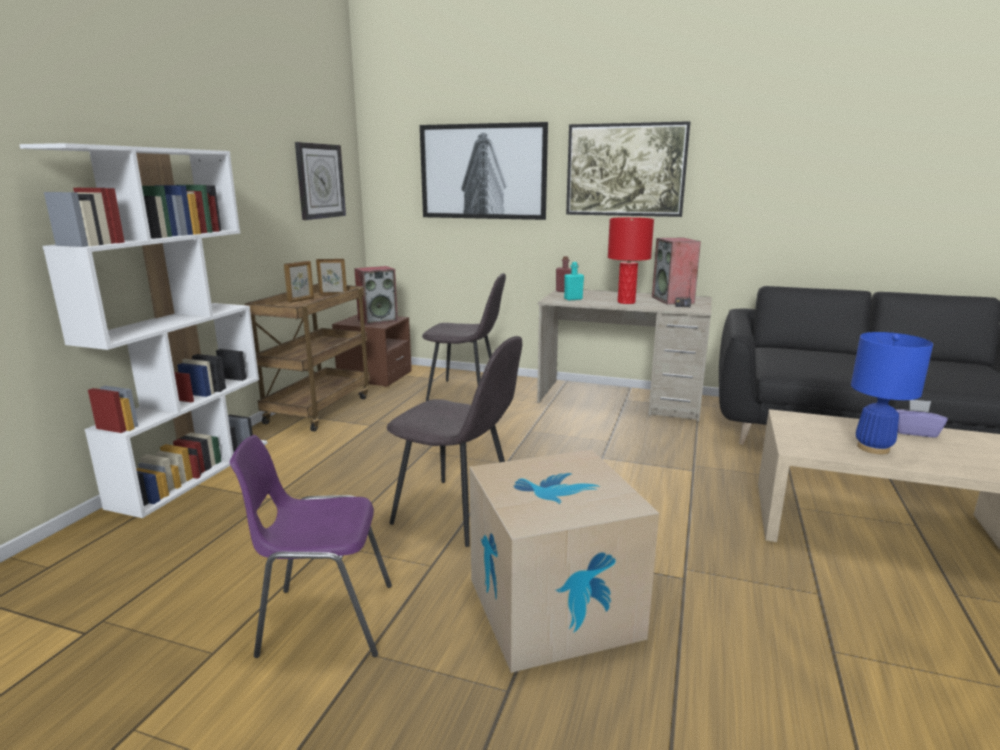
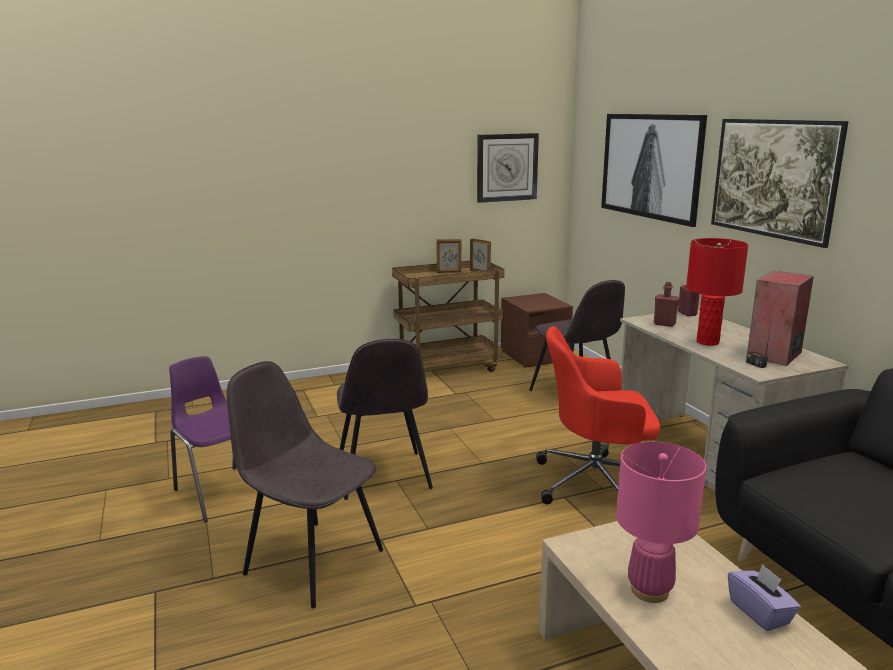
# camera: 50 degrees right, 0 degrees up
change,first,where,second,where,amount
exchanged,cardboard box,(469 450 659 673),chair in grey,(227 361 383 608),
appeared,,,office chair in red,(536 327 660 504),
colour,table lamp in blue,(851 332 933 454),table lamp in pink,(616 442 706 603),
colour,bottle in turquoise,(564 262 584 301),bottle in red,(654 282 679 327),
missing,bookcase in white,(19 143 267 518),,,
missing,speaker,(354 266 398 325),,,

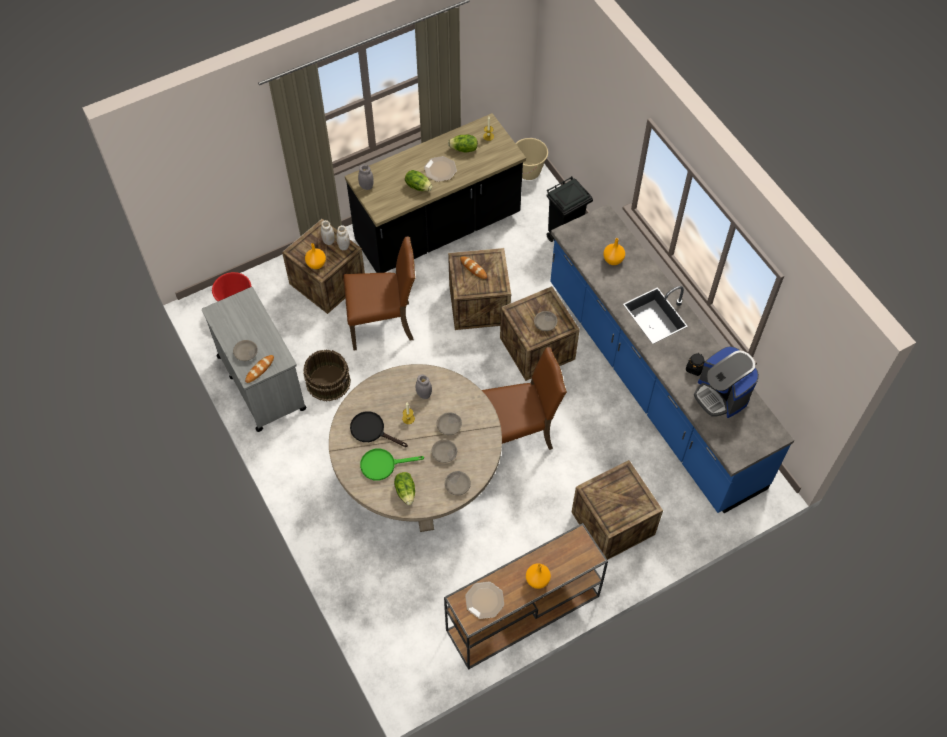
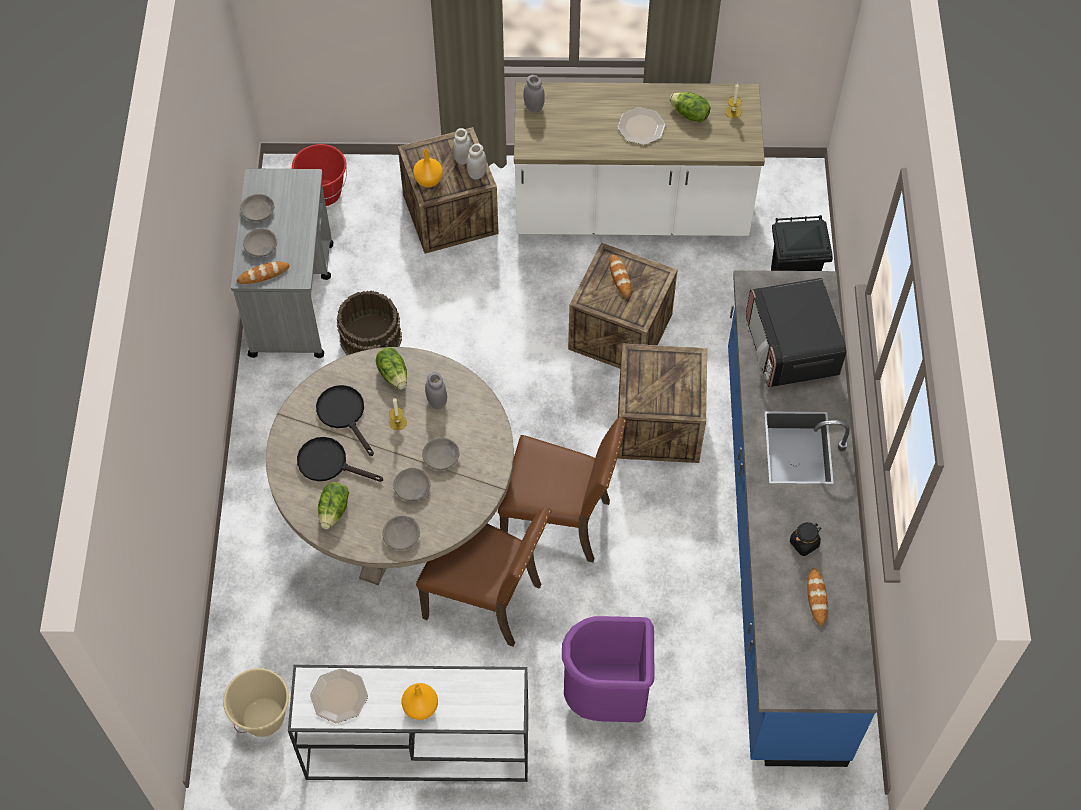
# camera: 30 degrees right, 0 degrees up
change,first,where,second,where,amount
relocated,bucket in beige,(515 138 548 180),,(223 668 289 737),
relocated,bowl in grey,(534 311 557 331),,(240 194 274 222),
colour,console table in brown,(444 523 608 670),console table in white,(288 665 528 782),
colour,frying pan in green,(360 449 424 480),frying pan in black,(297 437 383 482),
relocated,lettuce,(405 170 432 191),,(376 347 407 389),
relocated,chair in brown,(343 237 415 350),,(416 507 552 647),
colour,counter in black,(345 113 526 273),counter in white,(514 82 765 236),
exchanged,crate,(572 460 663 560),trash can in purple,(562 616 654 722),
exchanged,vase in orange,(603 238 625 265),microwave,(746 278 846 387),
exchanged,coffee machine,(694 346 759 418),bread,(807 568 828 625),

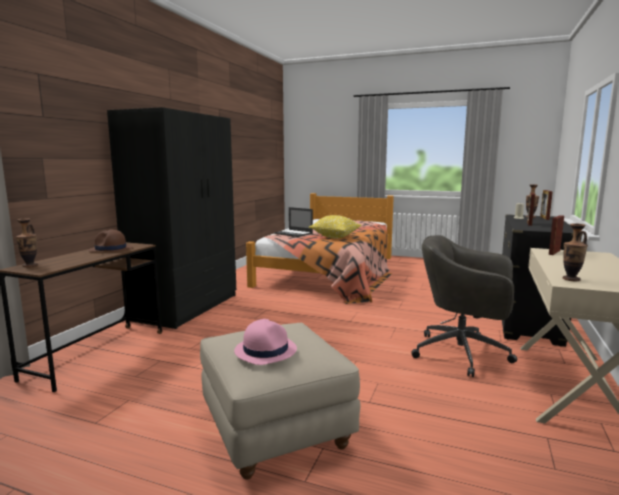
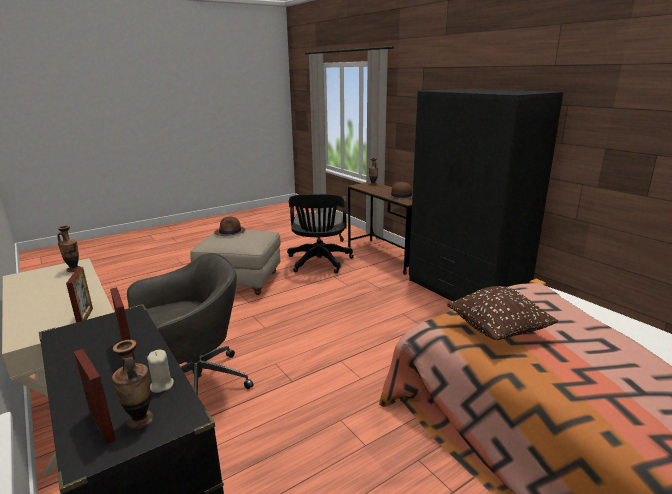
# camera: 125 degrees right, 10 degrees up
change,first,where,second,where,amount
colour,hat in pink,(234 319 297 365),hat in brown,(214 217 245 236),
appeared,,,office chair in black,(287 194 354 274),
colour,pillow in yellow,(309 215 361 238),pillow in brown,(447 286 558 340),
missing,laptop,(274 207 313 237),,,

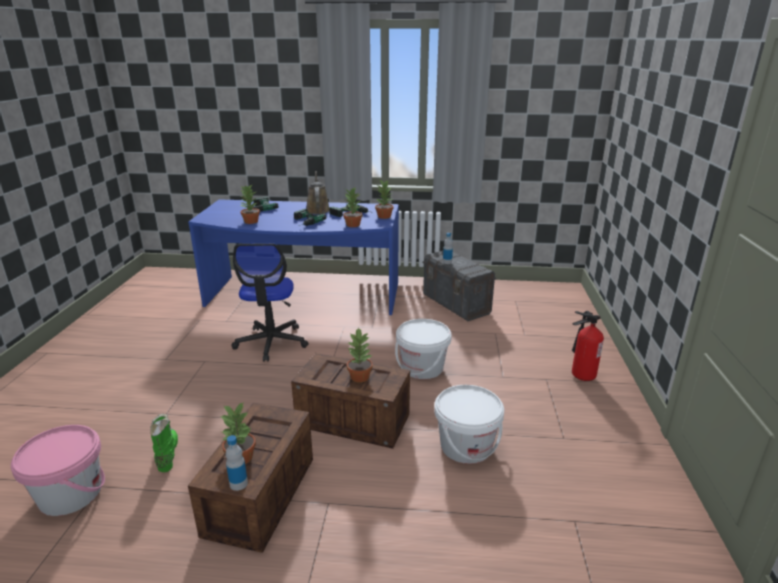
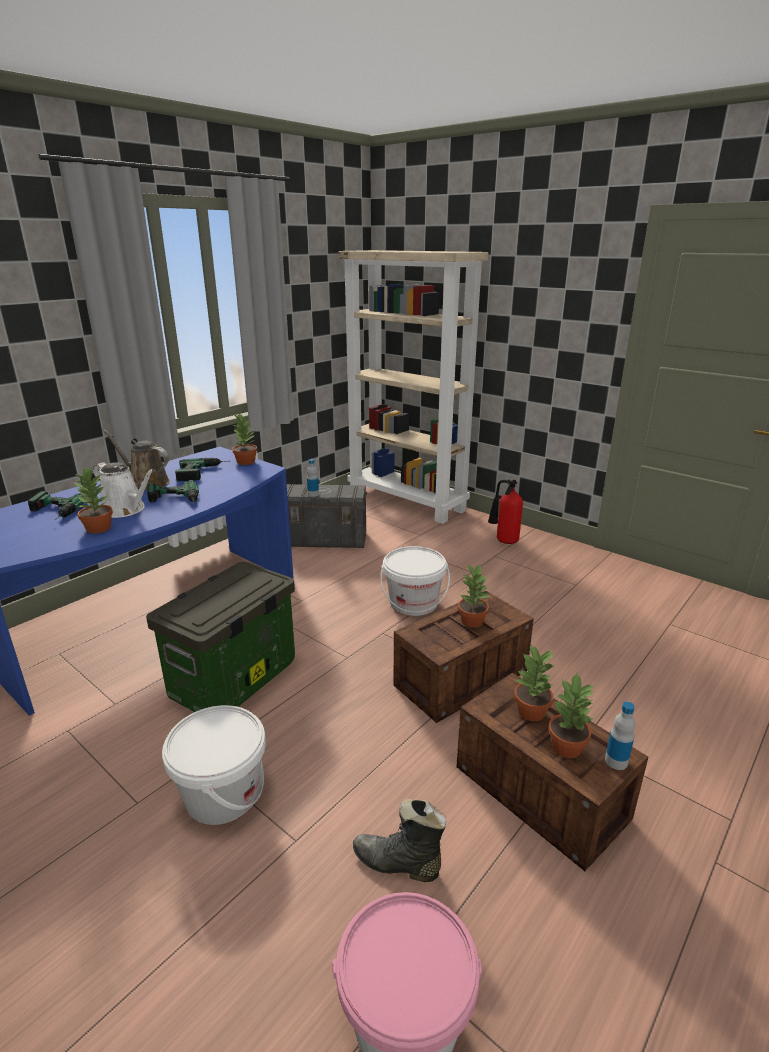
# camera: 55 degrees left, 0 degrees up
change,first,where,second,where,amount
appeared,,,watering can in white,(93 462 155 518),
exchanged,office chair,(232 243 308 362),storage box,(146 562 295 712),
relocated,bucket in white,(434 385 504 464),,(162 705 266 825),
appeared,,,bookcase in beige,(338 250 489 524),
colour,boot in green,(150 414 178 472),boot in black,(353 799 446 882),
relocated,potted plant,(343 188 362 227),,(514 645 555 721),

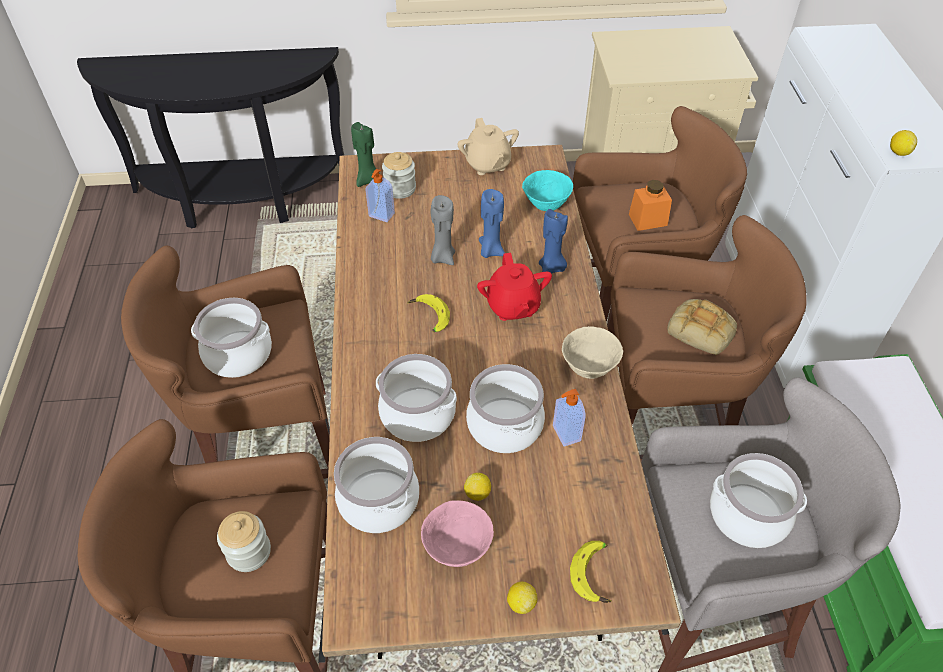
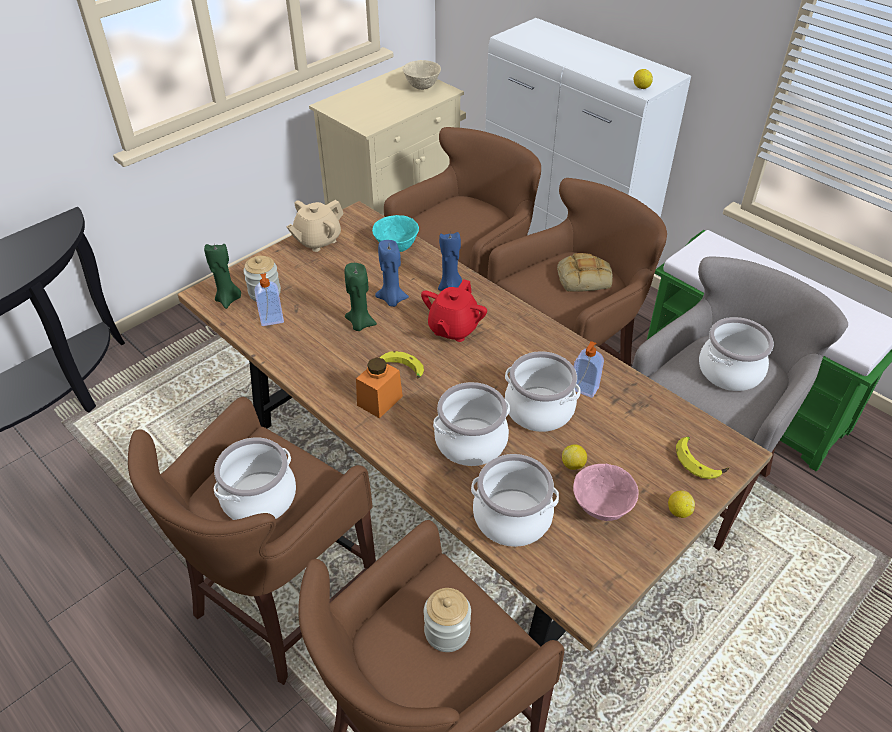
# camera: 40 degrees left, 5 degrees down
change,first,where,second,where,amount
spun,teapot in beige,(457 118 519 175),,(286 200 344 252),105 degrees clockwise
colour,candle in grey,(431 195 455 265),candle in green,(345 263 377 331),
relocated,jar in orange,(629 180 672 231),,(356 358 403 418),
relocated,bowl in beige,(562 326 623 379),,(402 60 441 90),
spun,teapot in red,(477 253 552 321),,(421 279 487 342),75 degrees clockwise

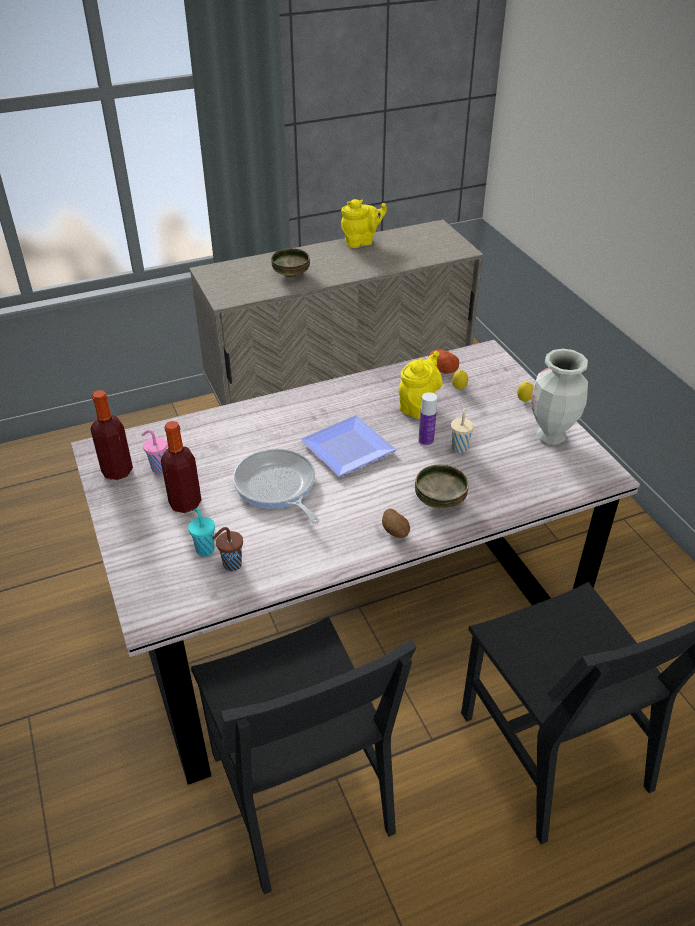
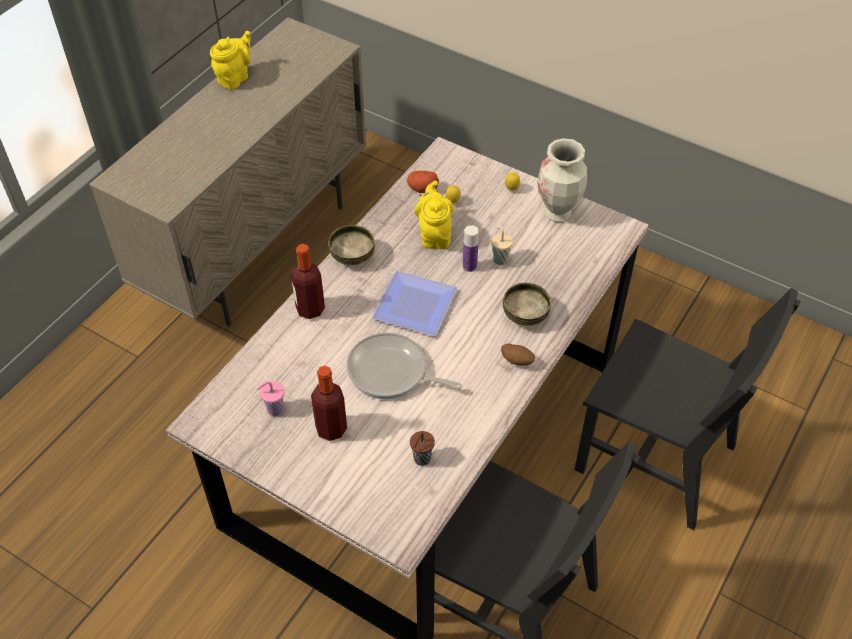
# camera: 35 degrees left, 10 degrees up
change,first,where,second,where,amount
relocated,bottle,(90 390 133 480),,(291 244 325 319),
relocated,bowl,(271 248 310 277),,(329 225 375 265),
missing,cup in turquoise,(188 508 215 556),,,

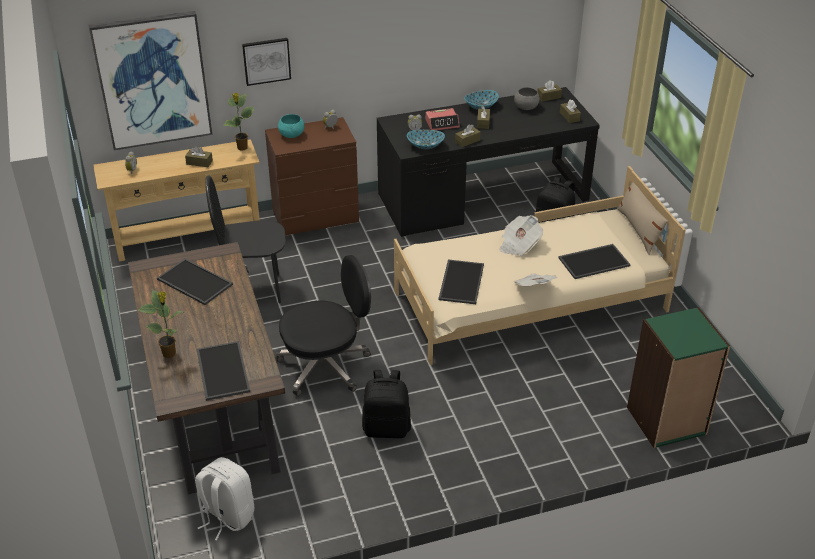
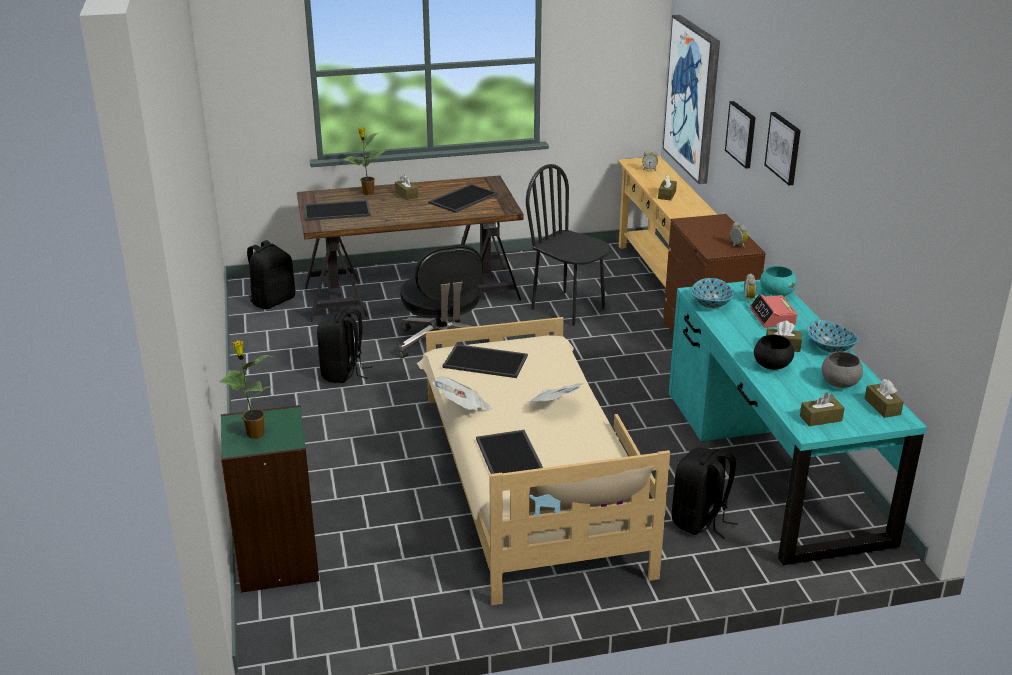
# camera: 95 degrees right, 10 degrees down
change,first,where,second,where,amount
relocated,potted plant,(223 93 254 150),,(219 340 272 439),
colour,backpack in white,(195 457 254 541),backpack in black,(247 240 295 309),
relocated,tissue box in brown,(455 124 481 147),,(395 174 418 200),
spun,chair in black,(205 175 286 303),,(526 164 611 326),45 degrees counterclockwise
colour,desk in black,(377 87 600 237),desk in turquoise,(669 280 927 565),
appeared,,,bowl in black,(754 335 794 370),
relocated,bowl in turquoise,(278 114 305 138),,(760 266 797 296),
appeared,,,picture,(764 112 801 185),

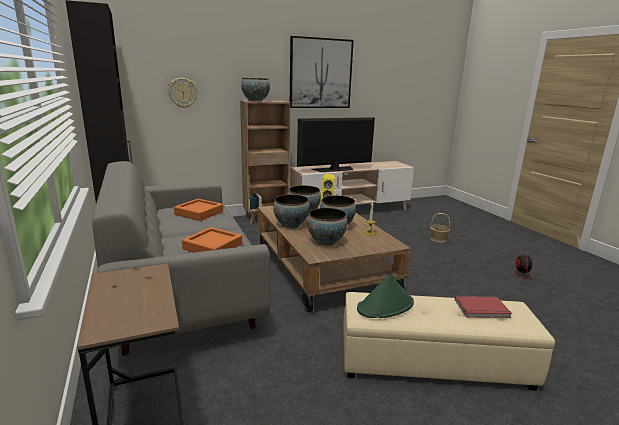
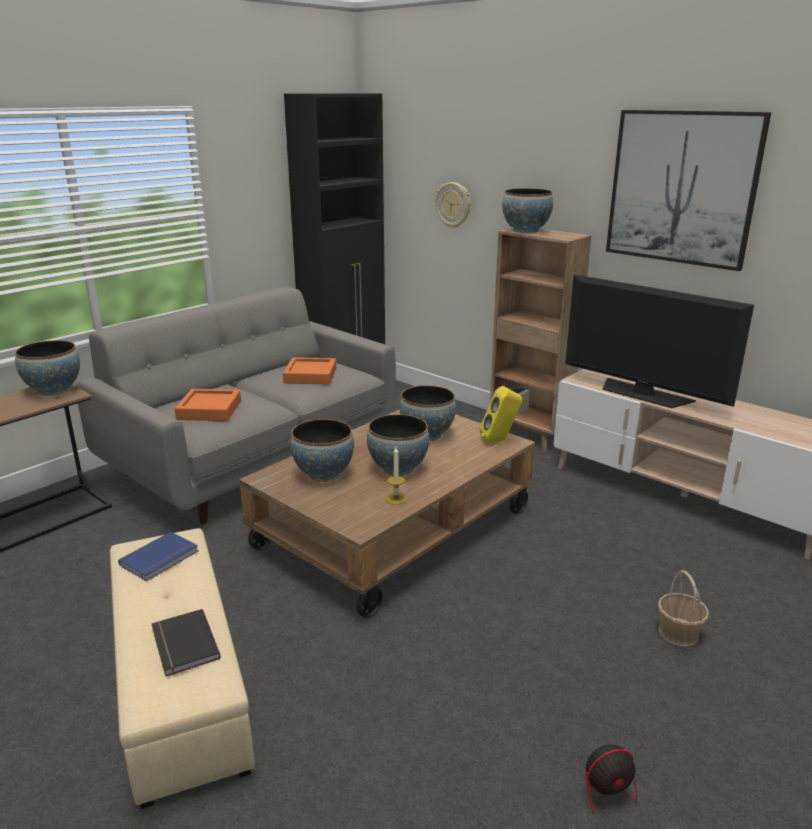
# camera: 65 degrees right, 5 degrees up
change,first,where,second,where,amount
relocated,bowl,(273 194 309 229),,(15 340 80 396),
exchanged,hat in green,(357 273 414 318),book in blue,(118 532 199 581),
colour,book in red,(455 296 512 318),book in black,(152 609 221 676),

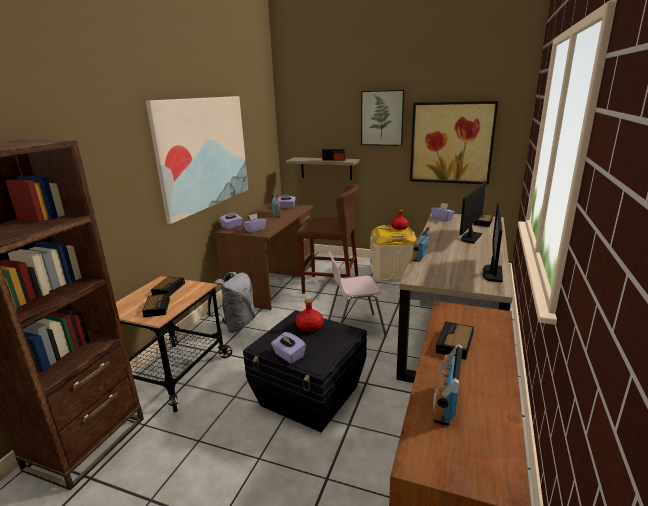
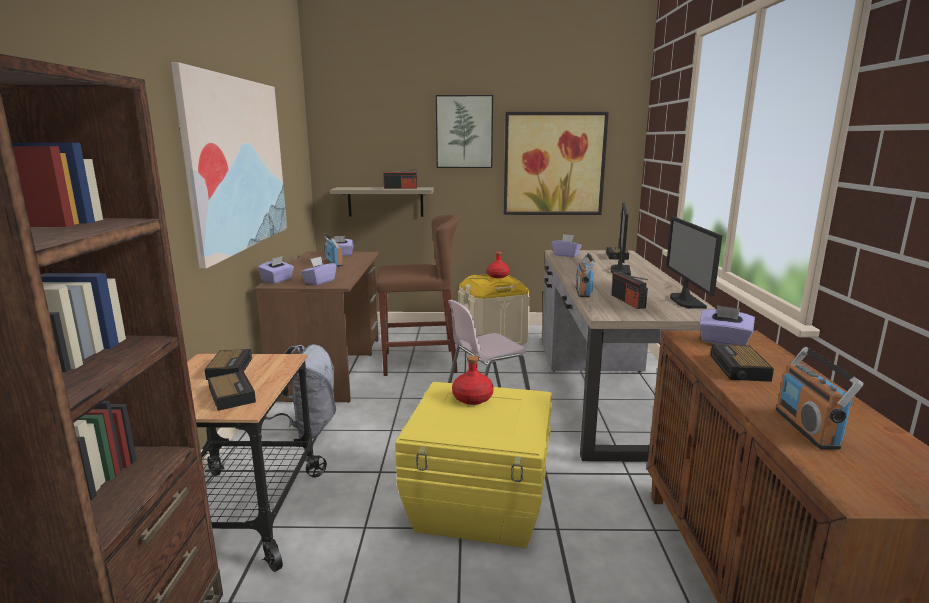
# camera: 20 degrees left, 5 degrees down
change,first,where,second,where,amount
colour,storage box in black,(243 310 367 432),storage box in yellow,(395 382 552 548),
appeared,,,radio,(611 272 648 309),
relocated,tissue box in purple,(271 332 306 364),,(699 305 755 345),

